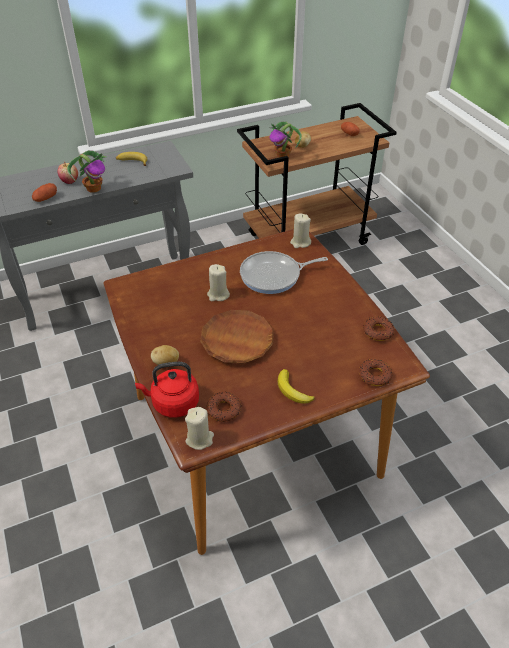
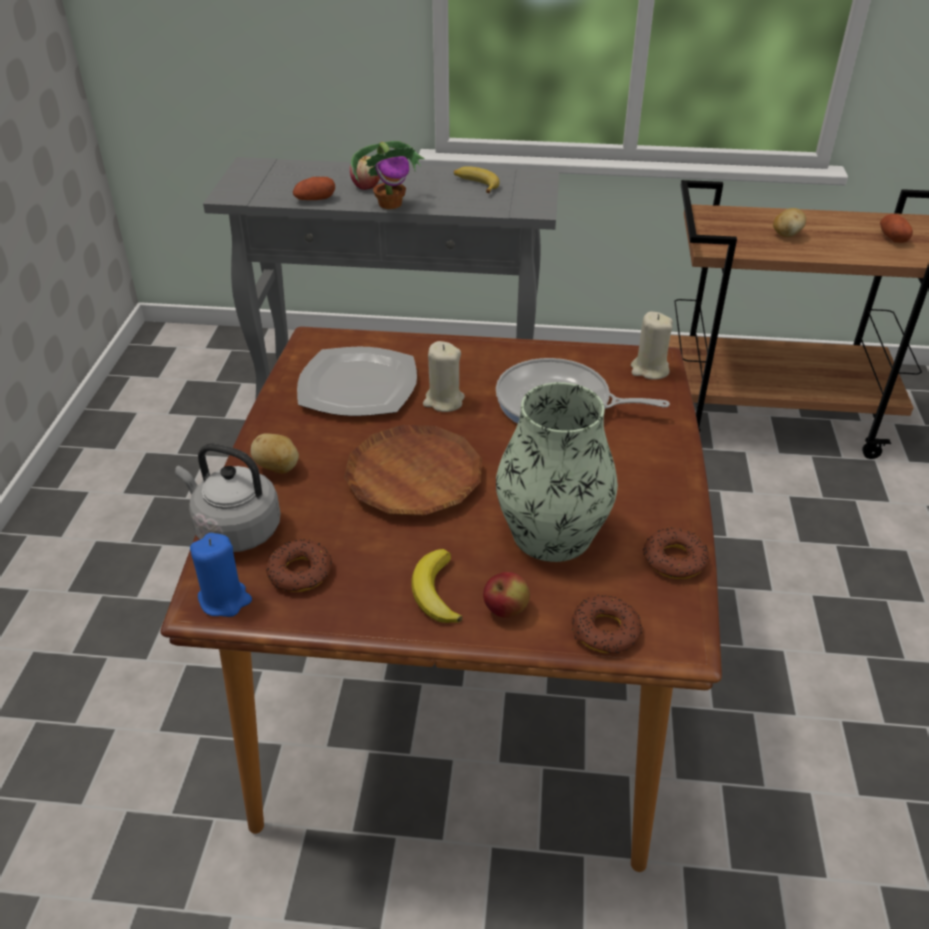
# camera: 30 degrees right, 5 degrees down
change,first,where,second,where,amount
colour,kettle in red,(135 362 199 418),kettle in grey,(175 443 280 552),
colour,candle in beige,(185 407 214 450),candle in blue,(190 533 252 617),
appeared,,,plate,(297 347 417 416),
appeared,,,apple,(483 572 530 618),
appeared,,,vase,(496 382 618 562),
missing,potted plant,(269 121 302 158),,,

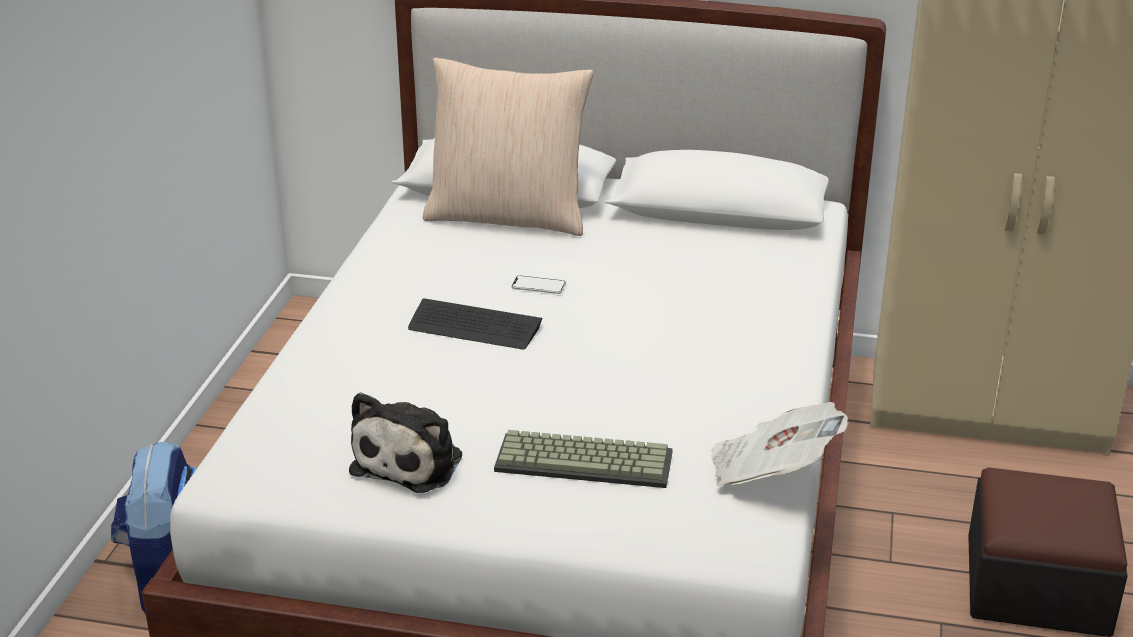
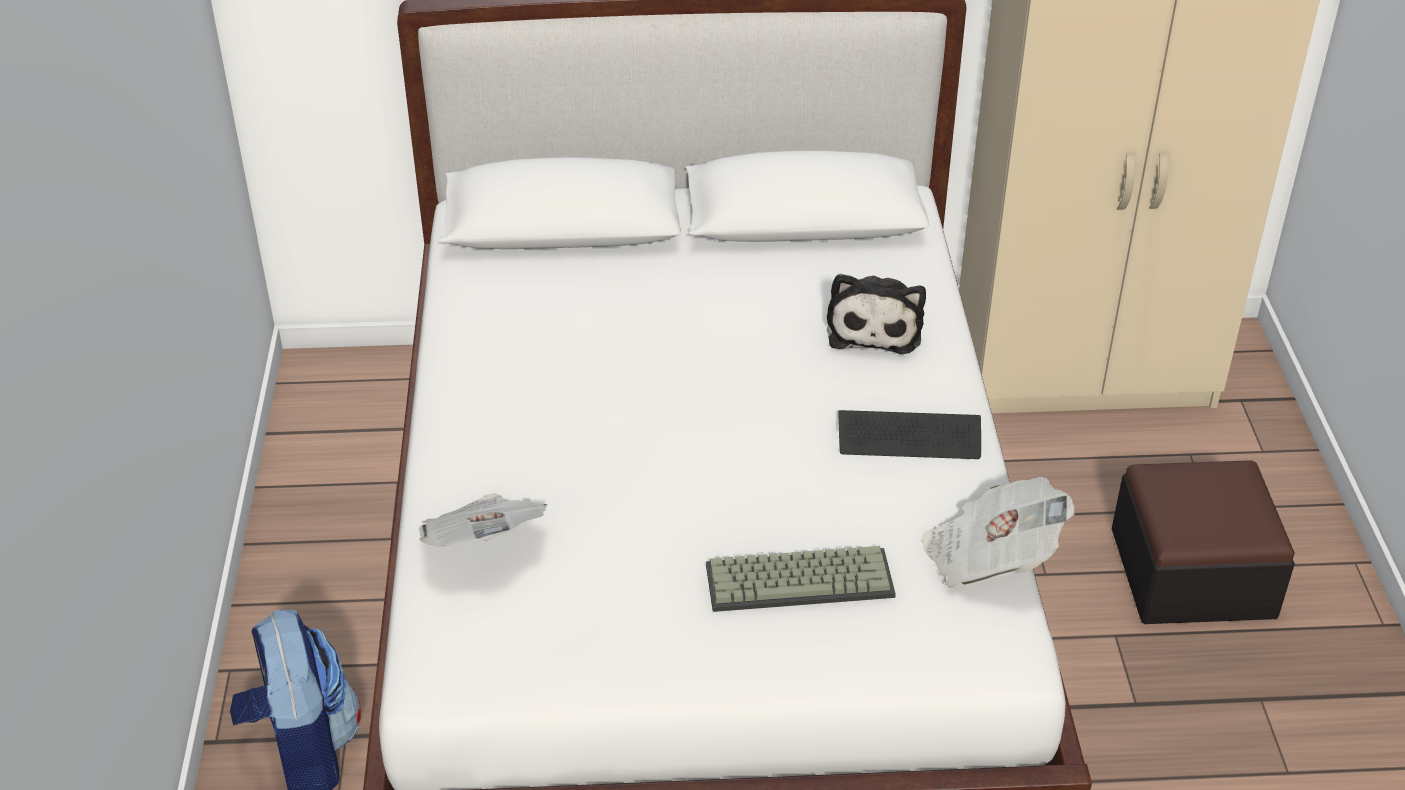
# camera: 15 degrees left, 10 degrees up
change,first,where,second,where,amount
appeared,,,newspaper,(419 493 547 547),
relocated,plush toy,(349 392 462 493),,(827 273 926 354),
relocated,keyboard,(408 298 542 349),,(838 410 981 459),
missing,pillow in beige,(423 57 593 236),,,
missing,phone,(511 275 566 294),,,

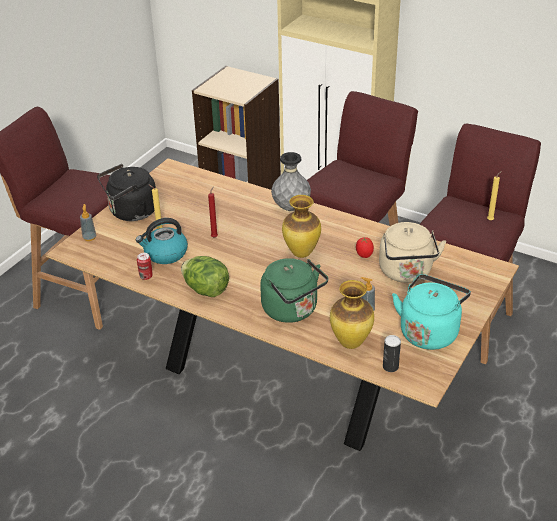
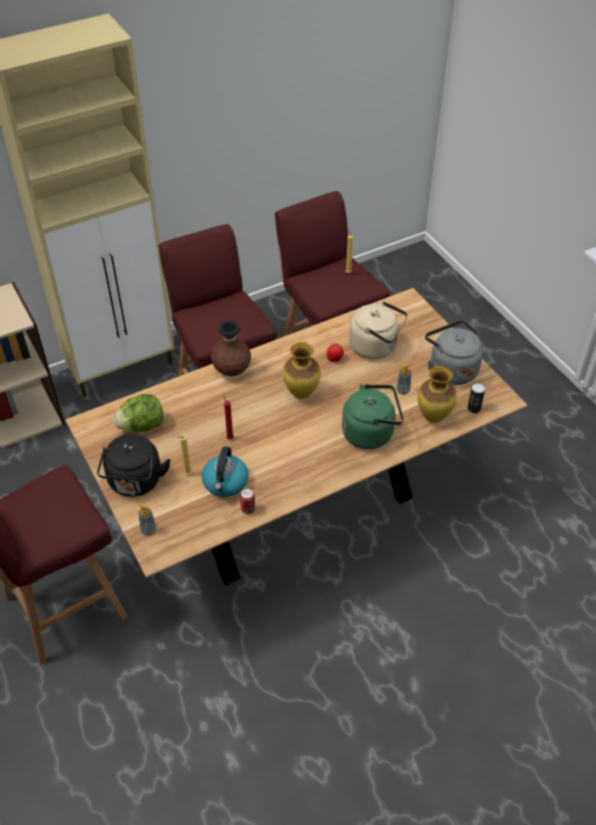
# camera: 60 degrees left, 10 degrees up
change,first,where,second,where,amount
relocated,lettuce,(181 256 229 297),,(113 394 163 432),
colour,vase in grey,(271 152 311 211),vase in brown,(211 320 251 376),
colour,kettle in turquoise,(392 274 471 350),kettle in grey,(425 320 483 385),

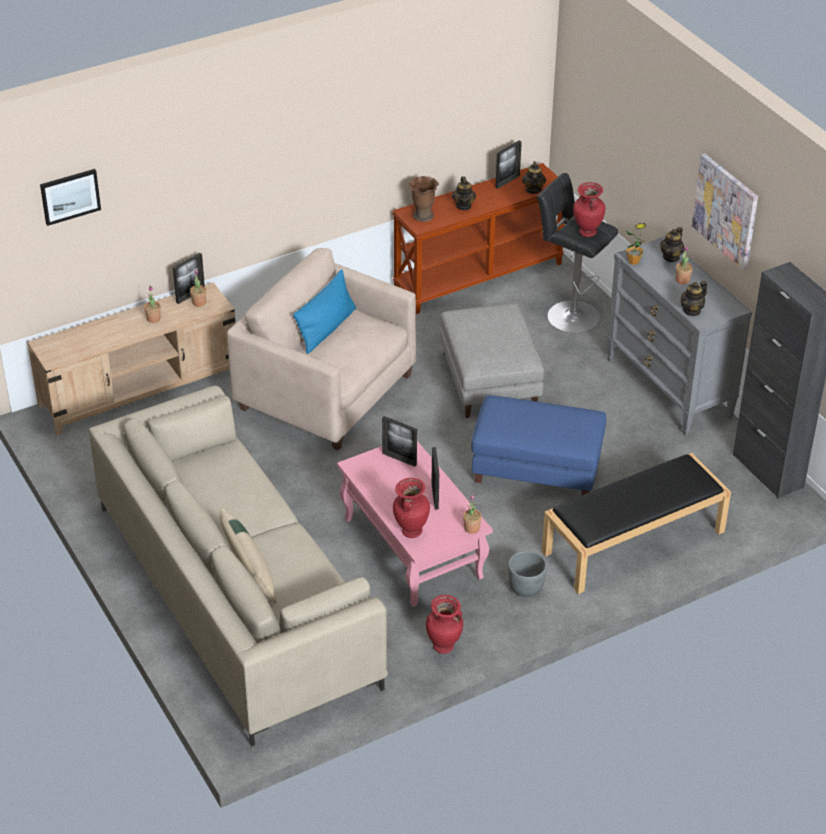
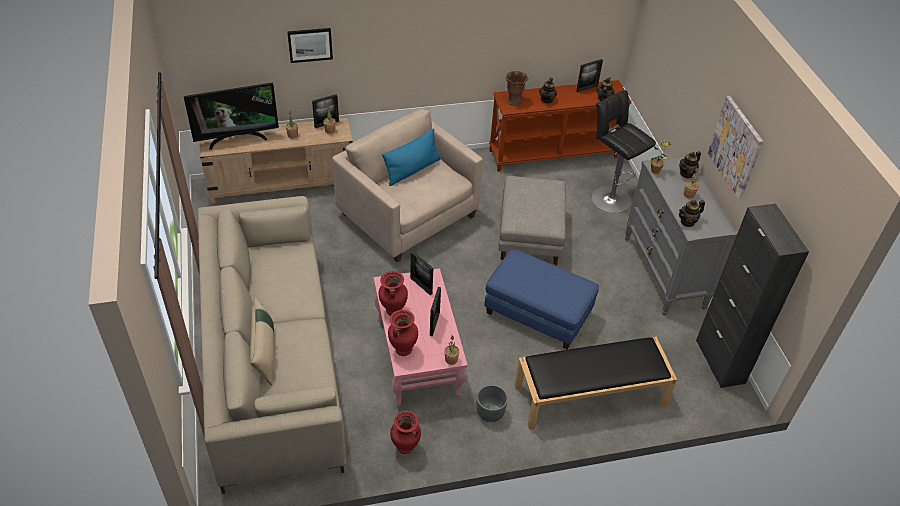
# camera: 15 degrees right, 5 degrees up
change,first,where,second,where,amount
appeared,,,television,(184 82 279 150),
relocated,picture,(40 169 101 226),,(287 28 333 63),
relocated,vase in red,(573 182 605 237),,(379 271 408 316),

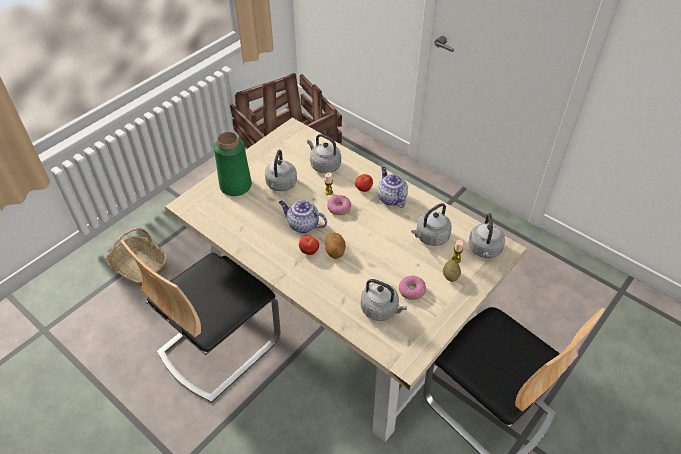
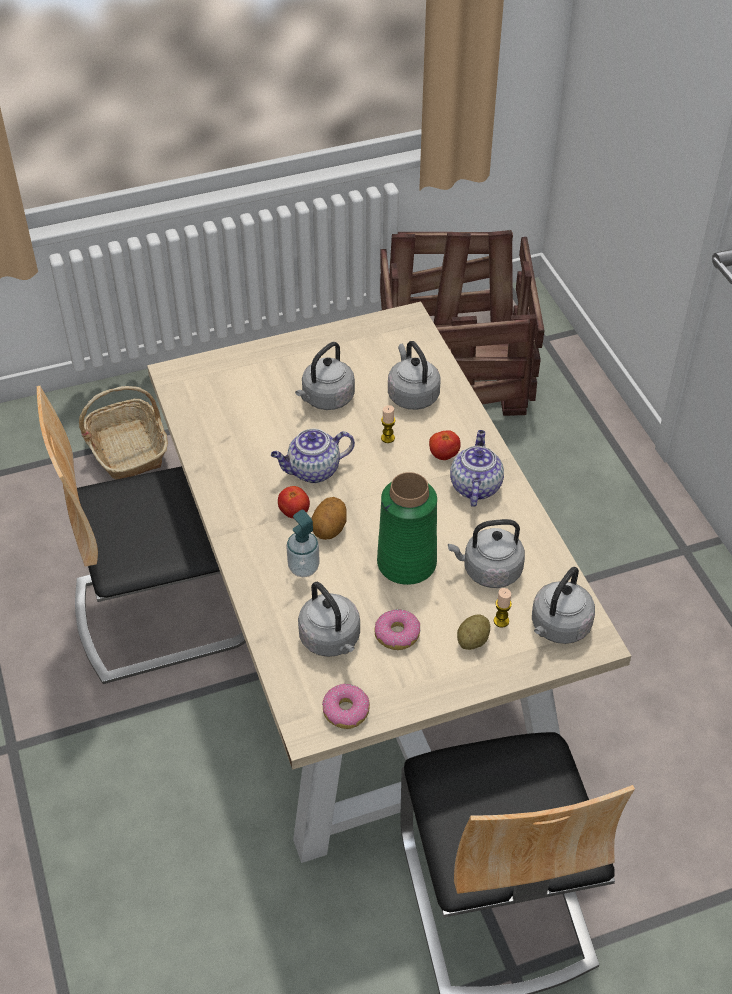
# camera: 30 degrees right, 0 degrees up
change,first,where,second,where,amount
spun,teapot,(279 200 327 233),,(271 429 355 483),75 degrees counterclockwise
appeared,,,soap dispenser,(286 509 320 577),
relocated,donut,(327 195 351 215),,(322 684 370 729),
relocated,vase in green,(214 132 252 196),,(377 472 437 585),

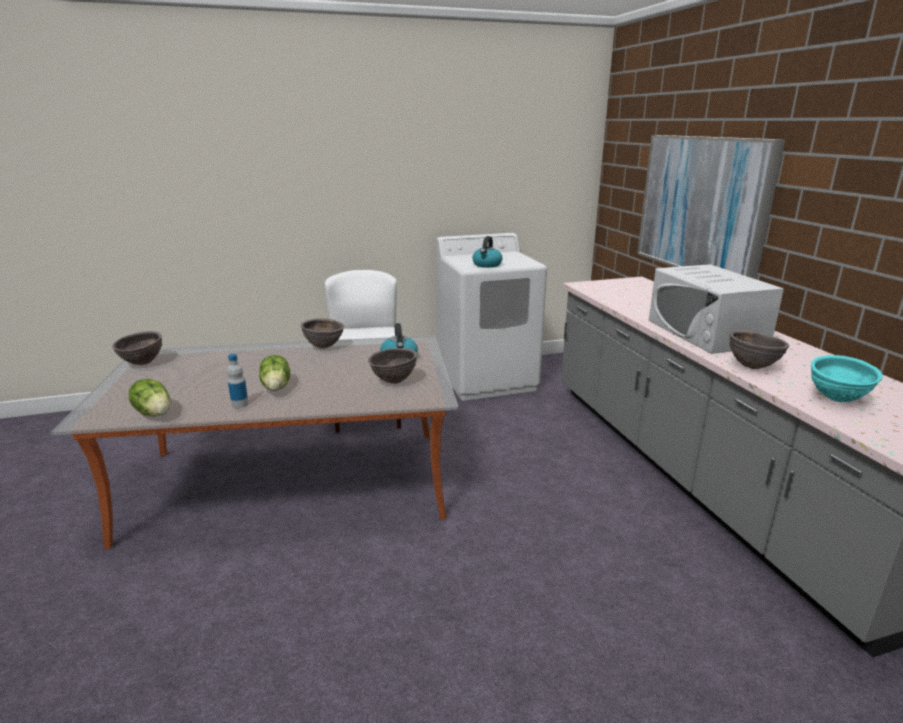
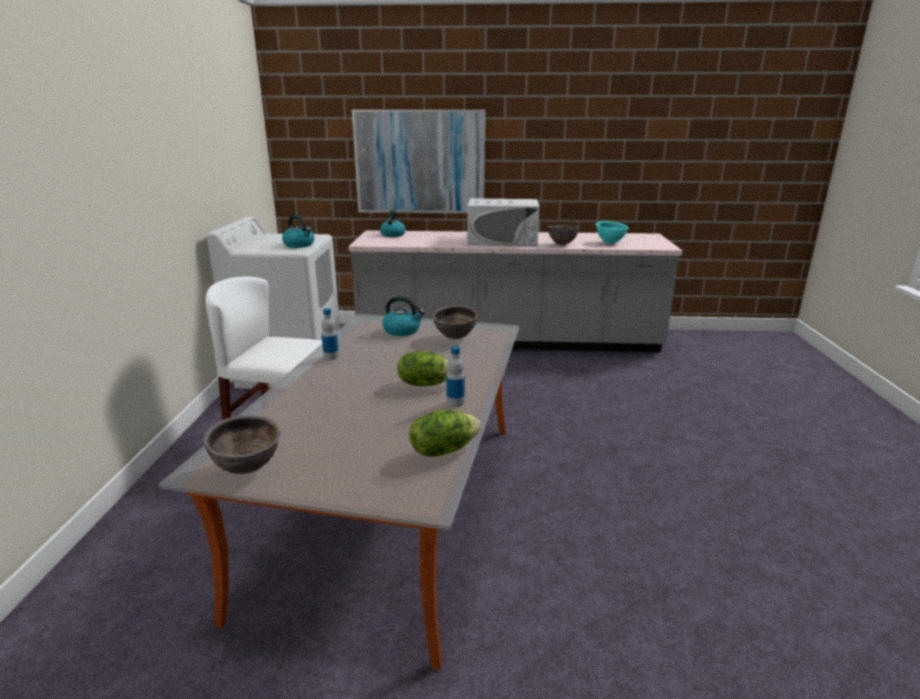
# camera: 70 degrees left, 0 degrees up
change,first,where,second,where,amount
exchanged,bowl in brown,(301 318 344 349),bottle,(321 308 339 360),
appeared,,,kettle,(380 210 406 237),

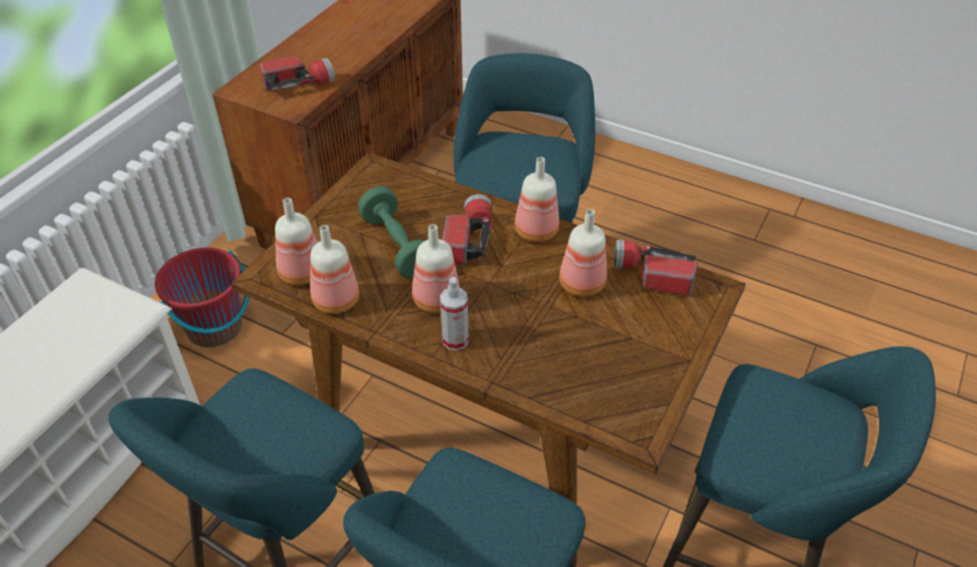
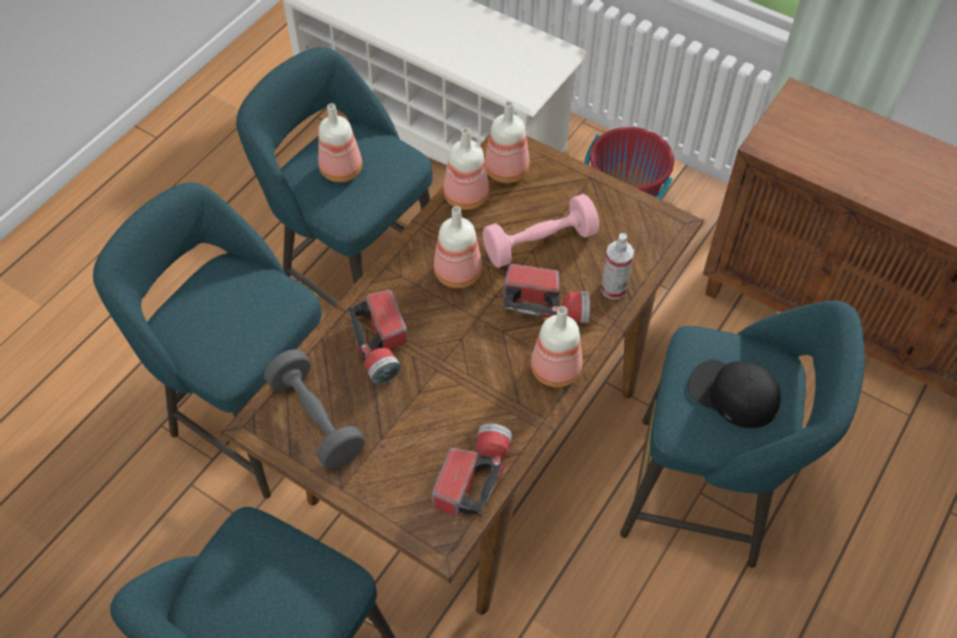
# camera: 95 degrees right, 10 degrees up
change,first,where,second,where,amount
appeared,,,dumbbell in grey,(264 349 365 469),
relocated,bottle,(559 209 607 297),,(318 103 362 182),
relocated,flashlight,(260 56 335 91),,(347 290 408 384),
colour,dumbbell in green,(358 186 426 279),dumbbell in pink,(483 194 599 268),
relocated,spray bottle,(440 277 469 351),,(601 233 634 299),
appeared,,,cap in black,(688 360 781 428),

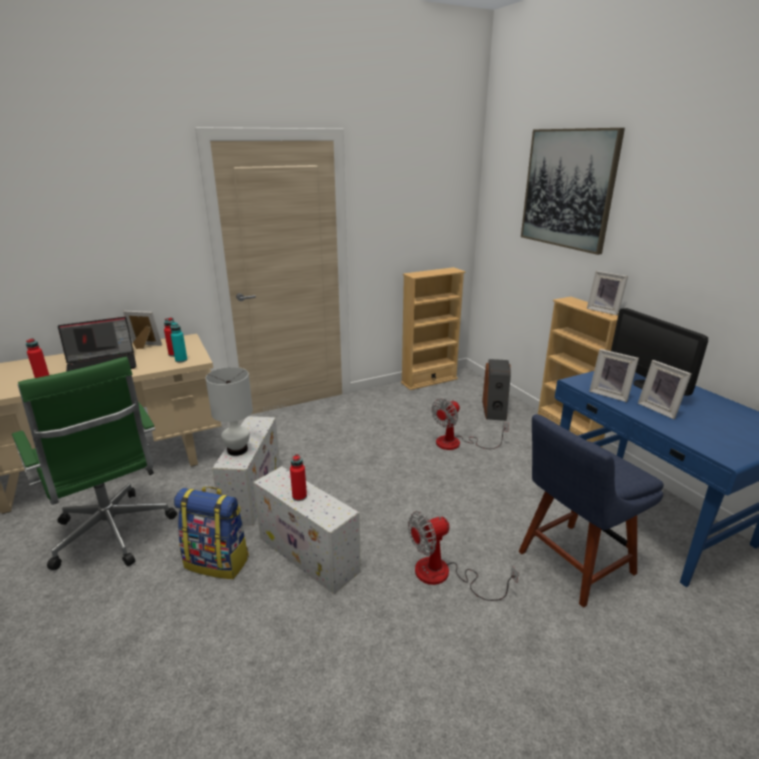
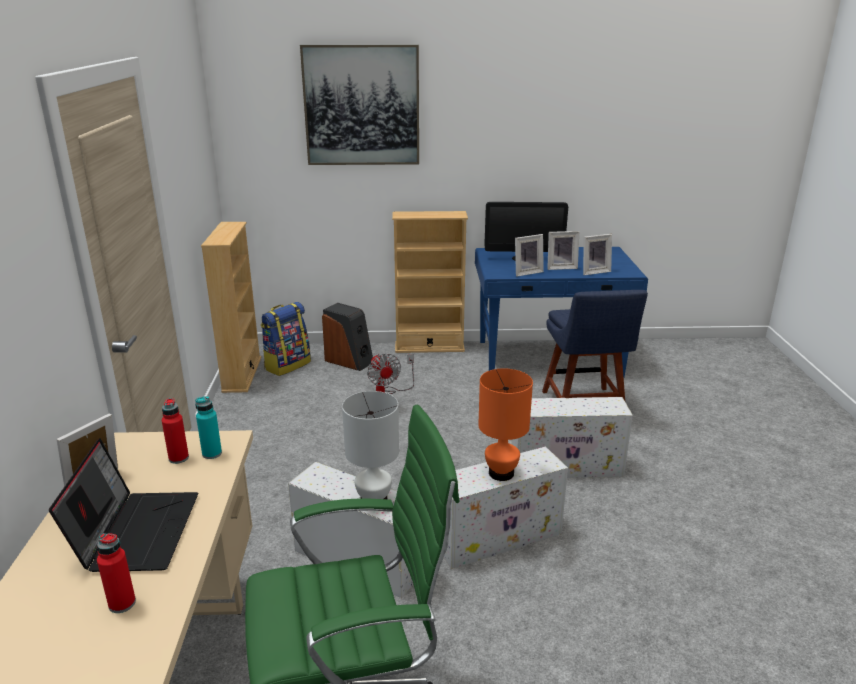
# camera: 65 degrees left, 0 degrees up
change,first,where,second,where,amount
relocated,backpack,(174 487 249 579),,(261 302 311 376),
exchanged,bottle in red,(290 454 307 501),table lamp in orange,(478 368 533 481),
exchanged,fan,(408 511 519 601),storage box in white,(512 397 633 478),
relocated,picture frame,(587 271 628 315),,(583 234 612 275),

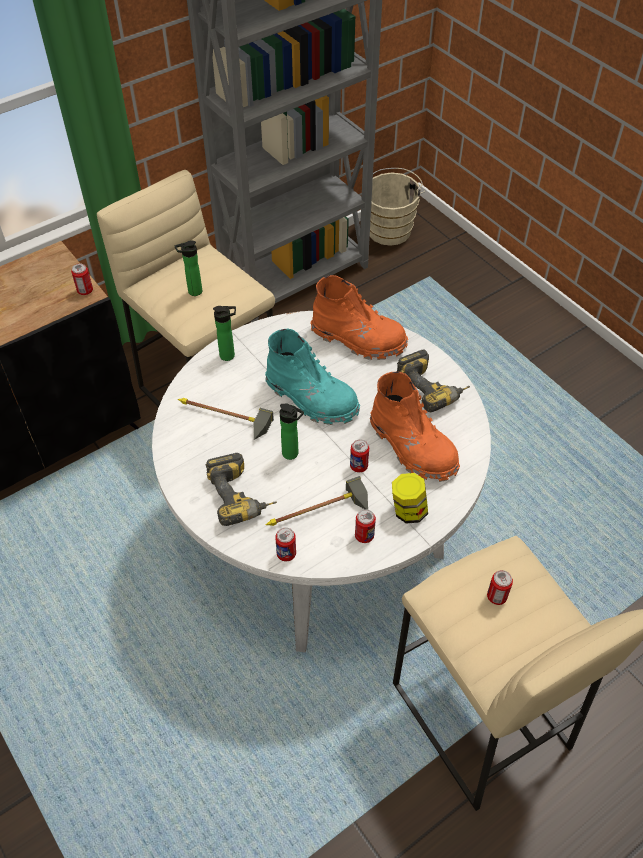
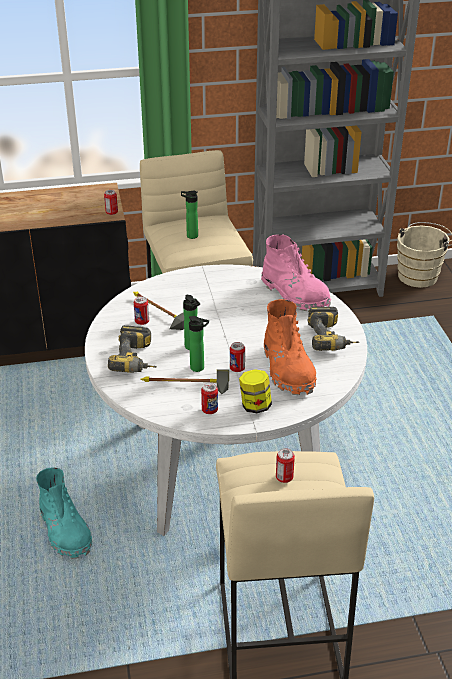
# camera: 25 degrees right, 15 degrees down
change,first,where,second,where,amount
relocated,boot in turquoise,(265 329 360 425),,(36 467 92 559),
relocated,can,(275 527 296 561),,(134 296 149 325),
relocated,bottle,(213 306 236 361),,(189 316 209 372),
colour,boot in orange,(311 275 408 360),boot in pink,(261 234 331 311),

